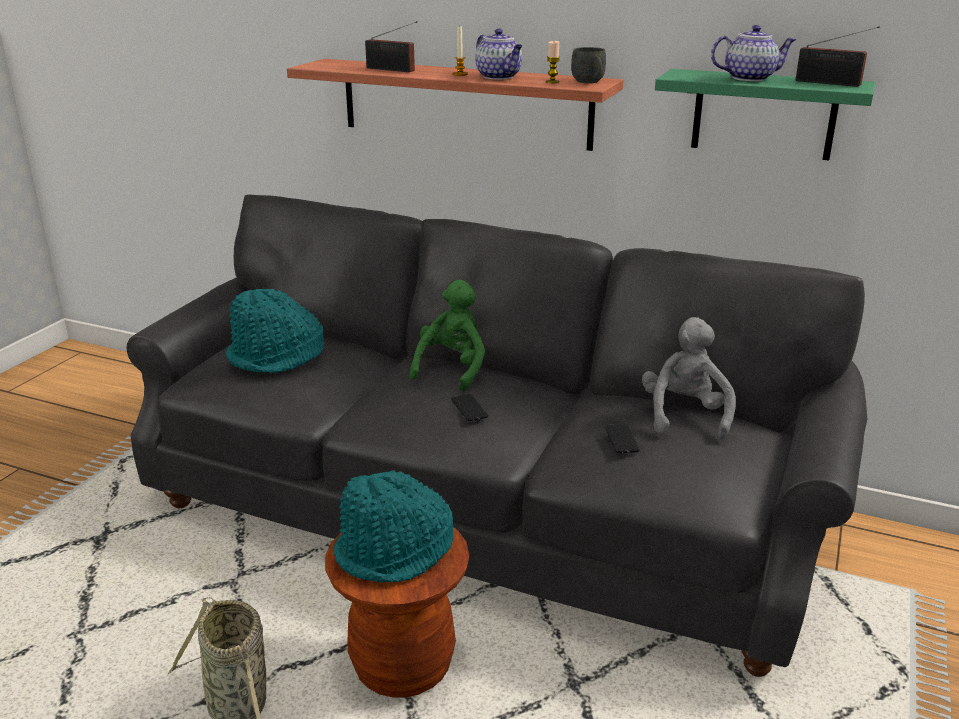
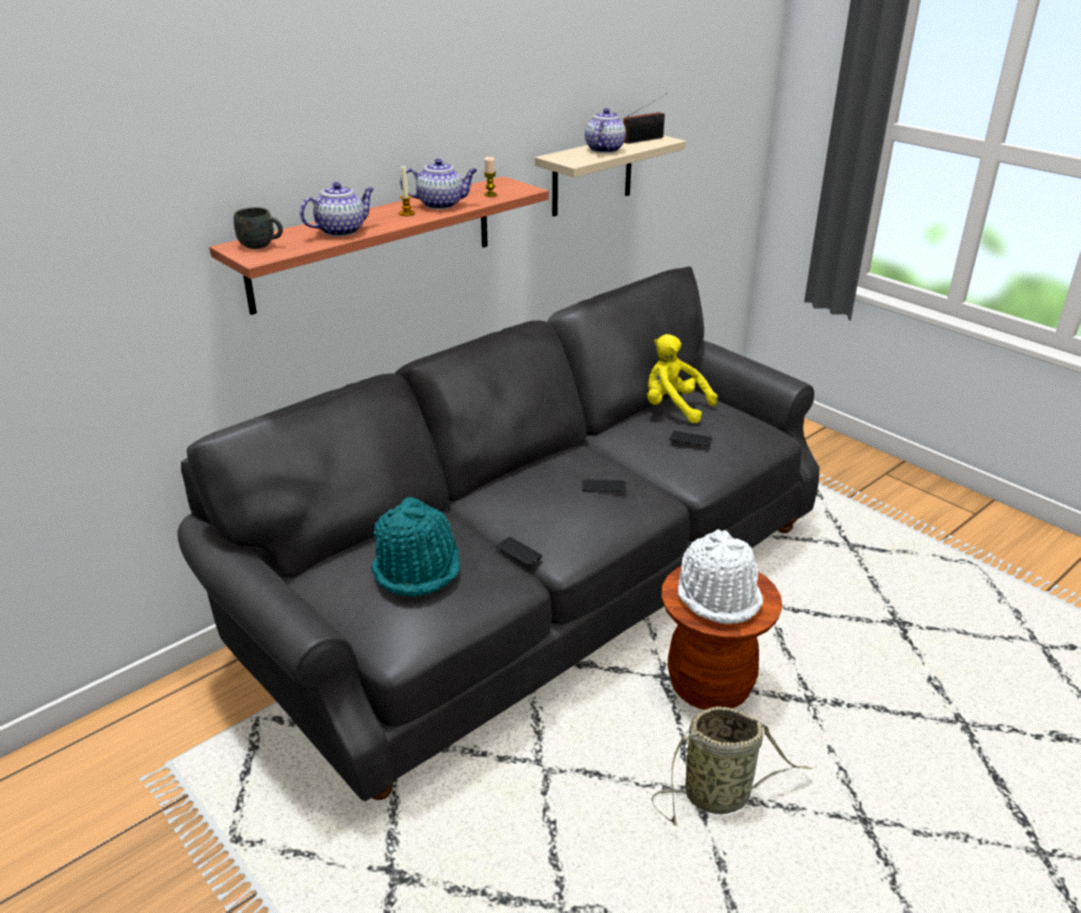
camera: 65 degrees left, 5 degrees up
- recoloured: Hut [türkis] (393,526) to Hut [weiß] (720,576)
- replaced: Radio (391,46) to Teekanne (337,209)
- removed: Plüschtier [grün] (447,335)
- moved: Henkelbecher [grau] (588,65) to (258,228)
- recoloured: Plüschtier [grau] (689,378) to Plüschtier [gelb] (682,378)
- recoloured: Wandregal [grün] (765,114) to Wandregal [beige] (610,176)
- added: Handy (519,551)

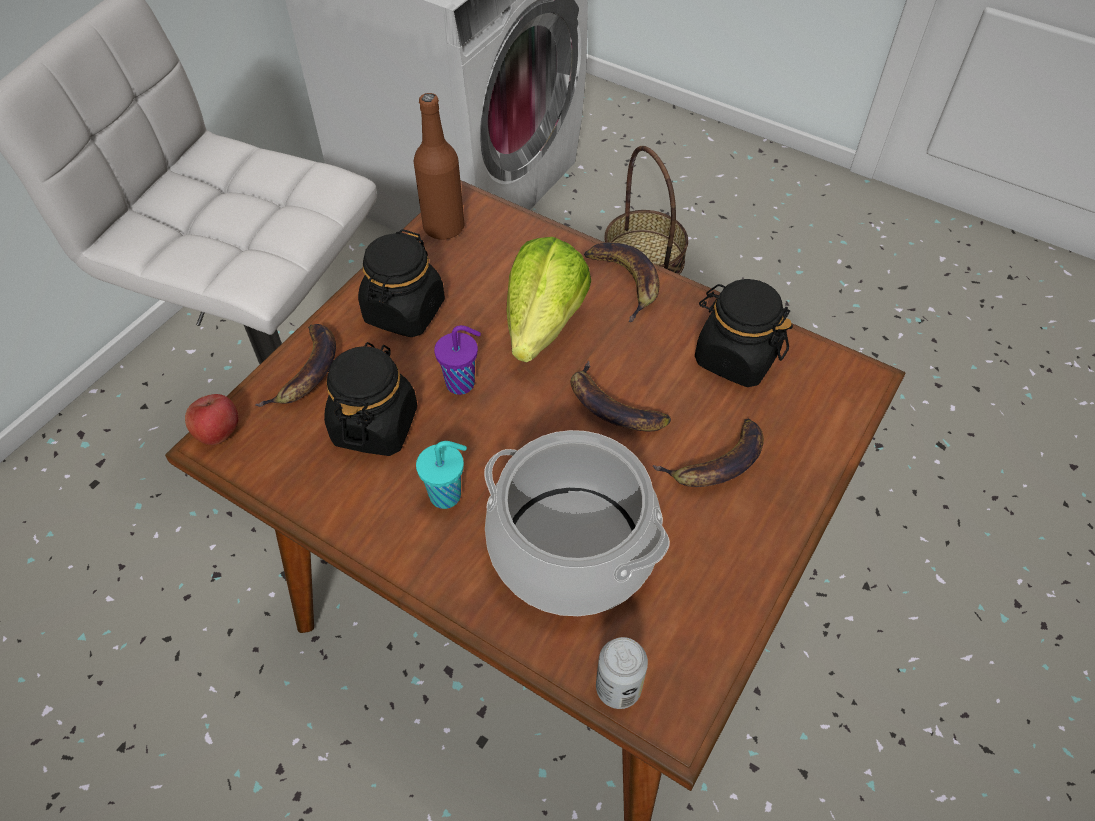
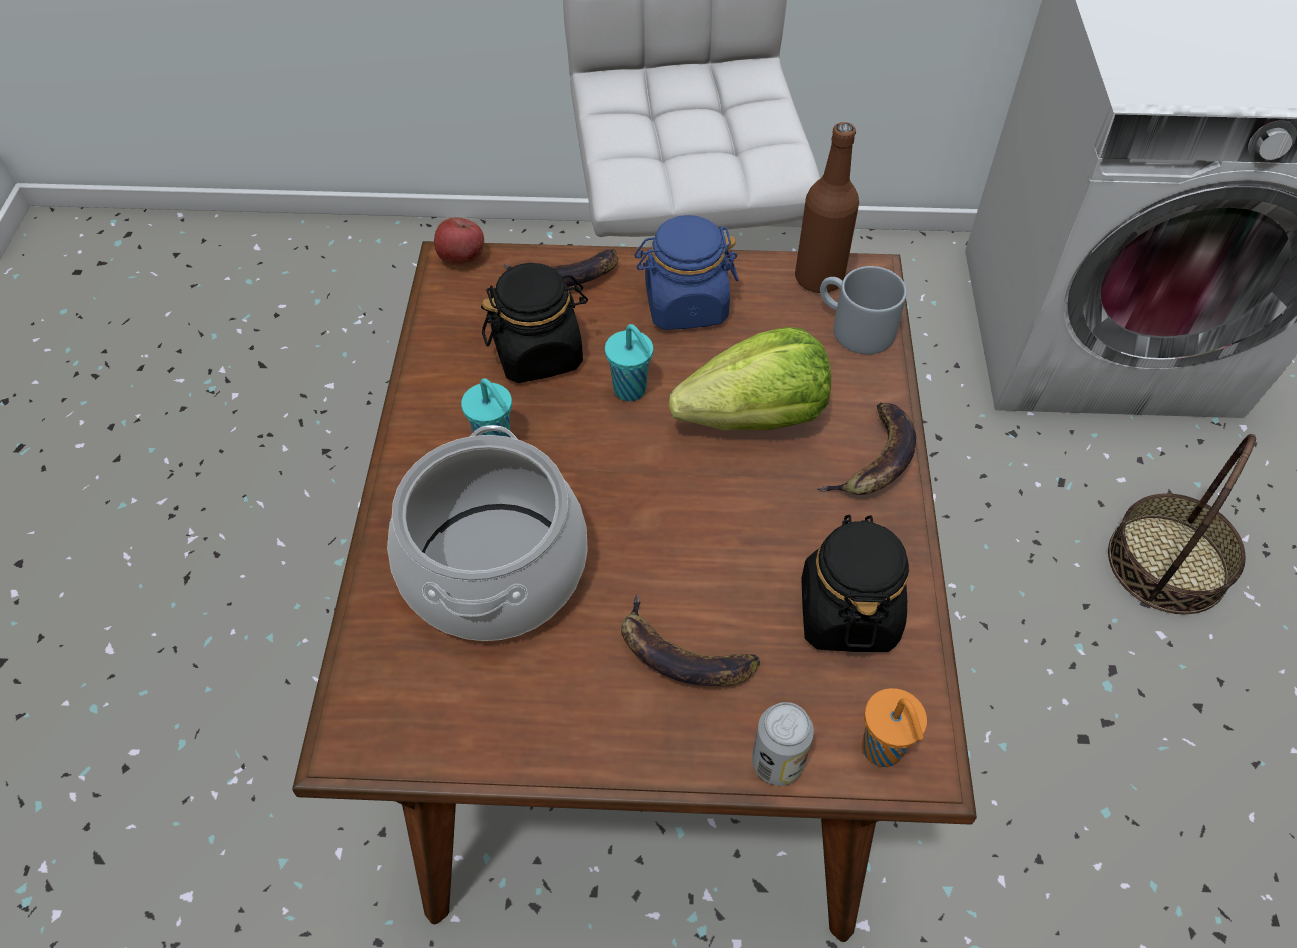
camera: 60 degrees right, 0 degrees up
- recoloured: Vorratsglas [schwarz] (401,283) to Vorratsglas [blau] (686,272)
- recoloured: Tasse [lila] (457,360) to Tasse [türkis] (629,362)
- removed: Banane (621,396)
- moved: Dose (622,673) to (783,744)
- added: Henkelbecher [grau] (863,310)
- added: Tasse [orange] (894,727)

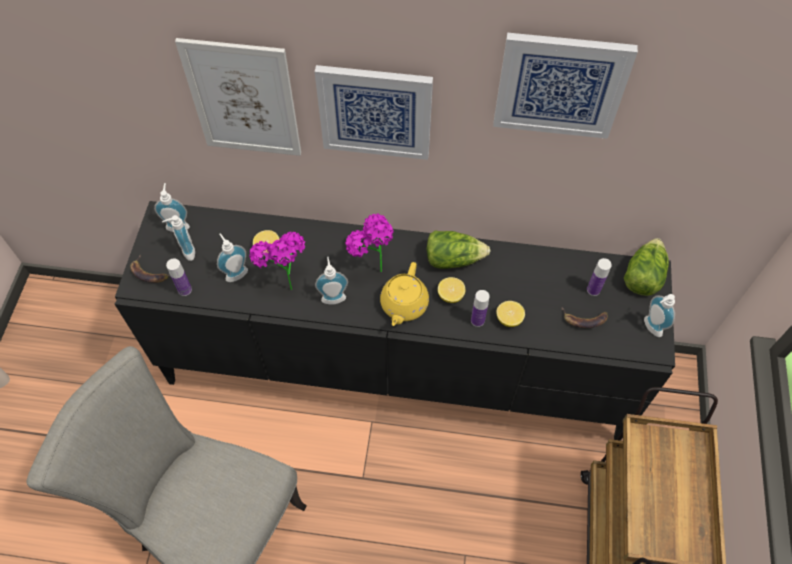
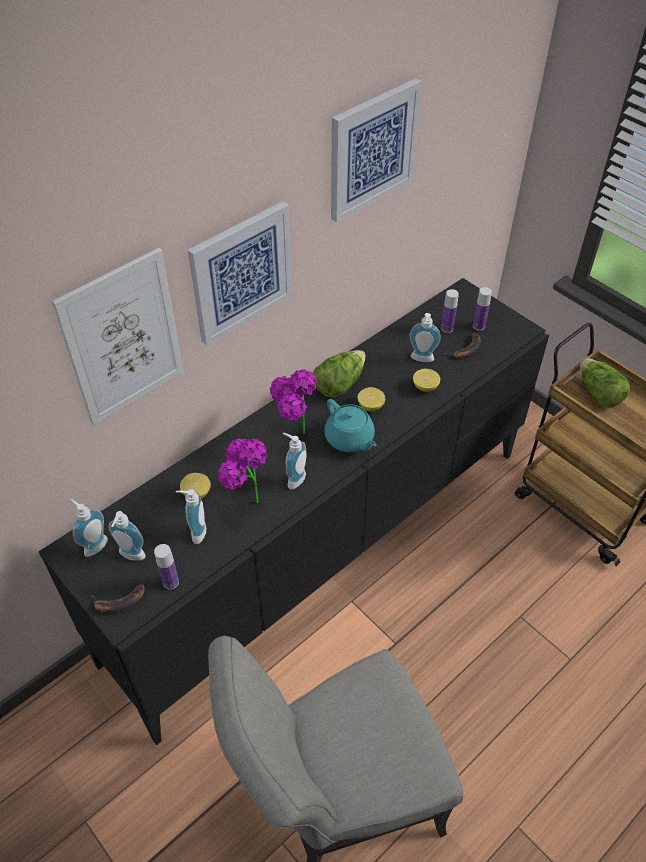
camera: 50 degrees left, 10 degrees down
- recoloured: Teekanne [gelb] (404,294) to Teekanne [türkis] (350,425)
- moved: Flasche (480,308) to (482,309)
- moved: Salatkopf (646,267) to (605,383)
- moved: Seifenspender (659,315) to (425,337)

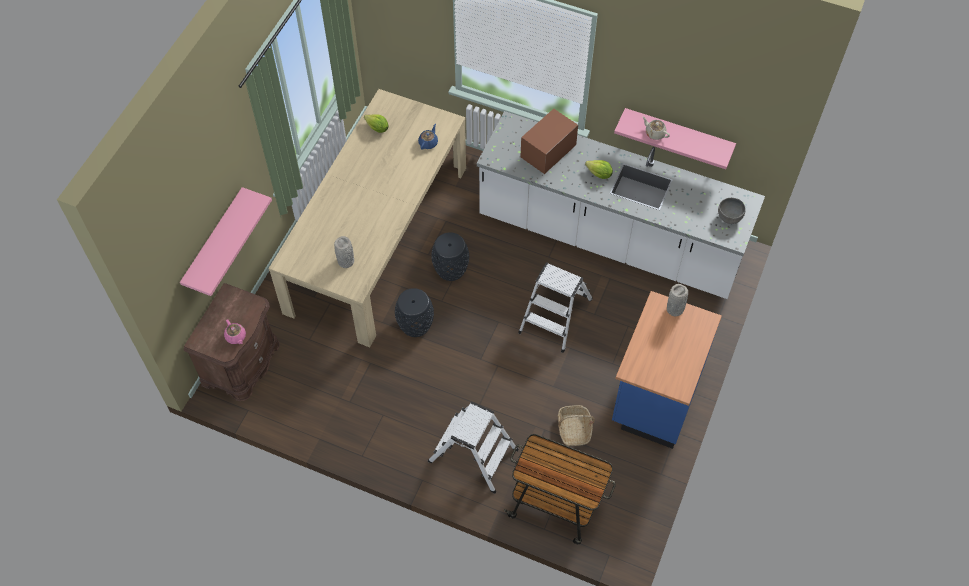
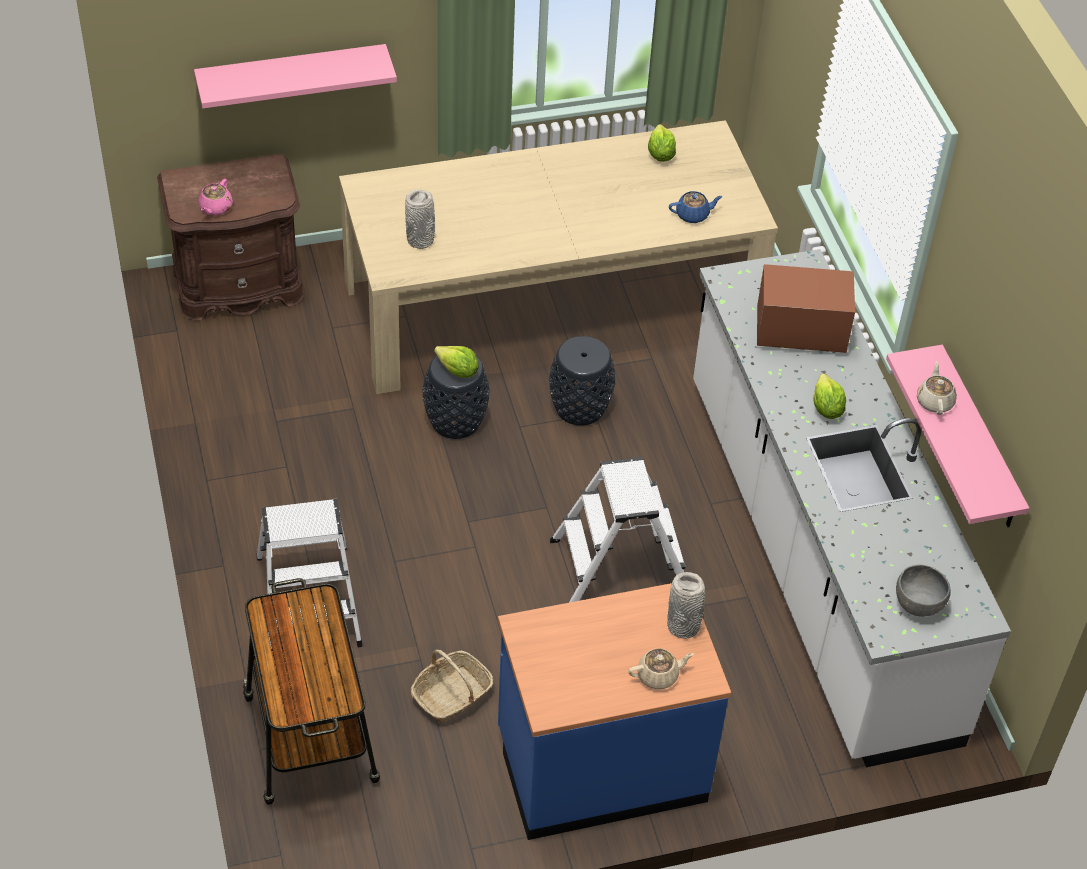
camera: 50 degrees right, 10 degrees down
- added: Salatkopf (456,362)
- added: Teekanne [beige] (661,668)

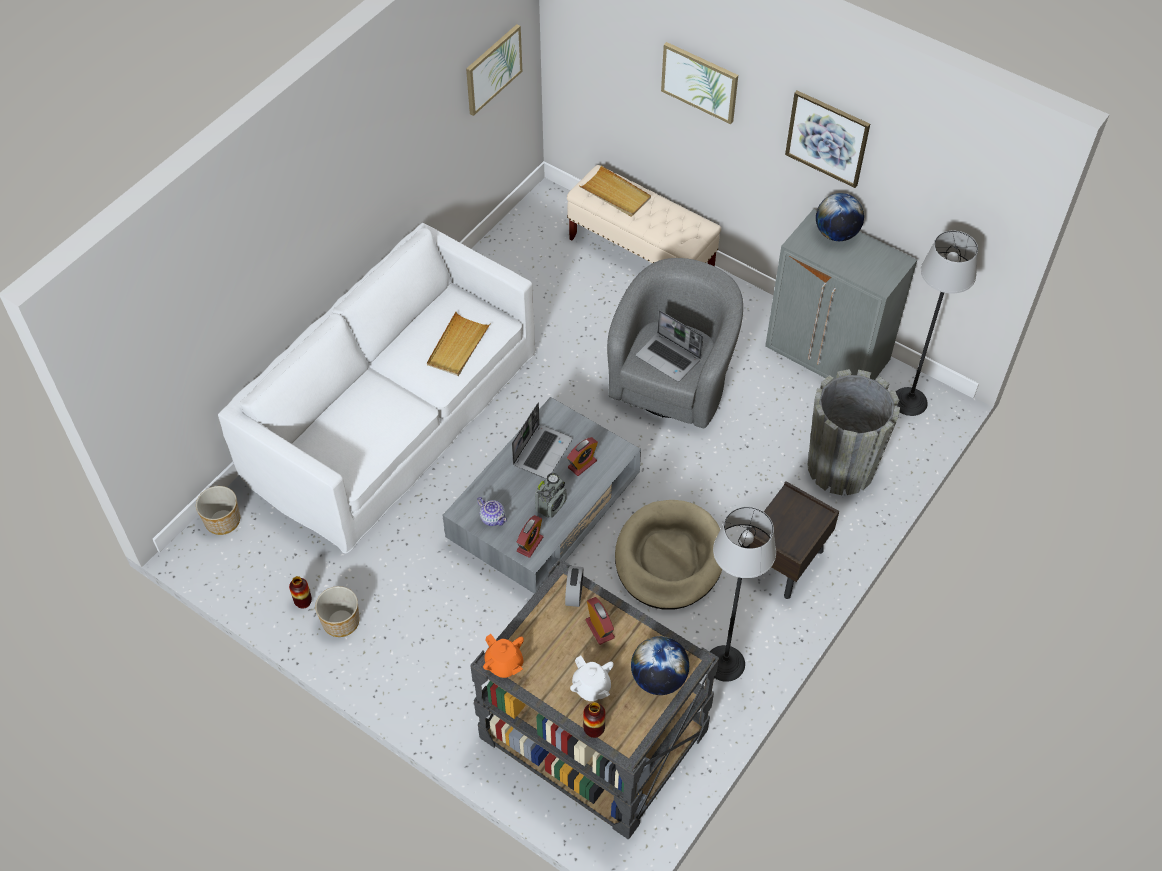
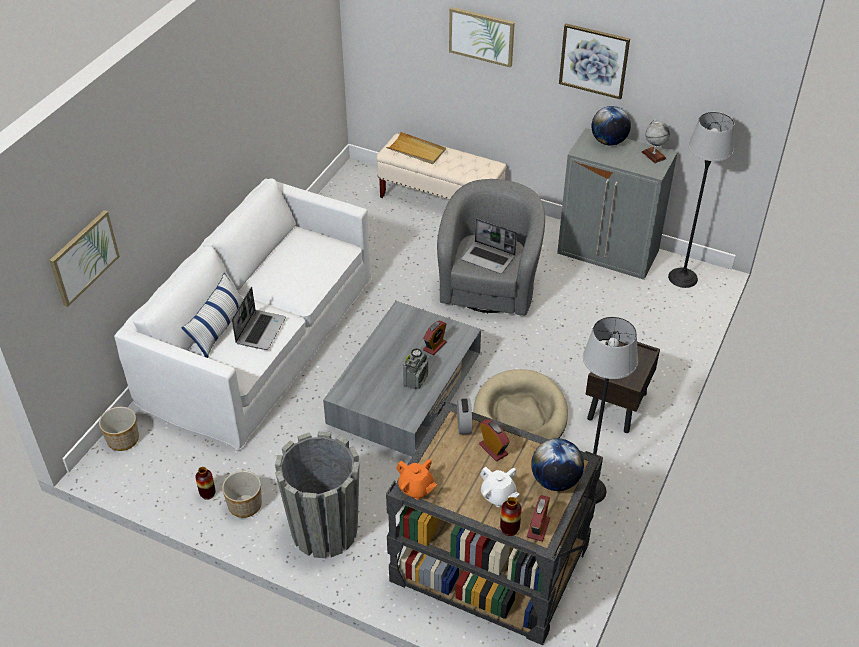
camera: 10 degrees left, 10 degrees down
- removed: Tablett [beige] (459,344)
- moved: Bild (494,70) to (84,258)
- removed: Teekanne (492,511)
- moved: Laptop (542,441) to (259,318)
- moved: Wecker (530,536) to (538,518)
- moved: Pflanzkübel [grau] (853,432) to (317,494)
- added: Kissen (213,315)
- added: Globus (656,141)

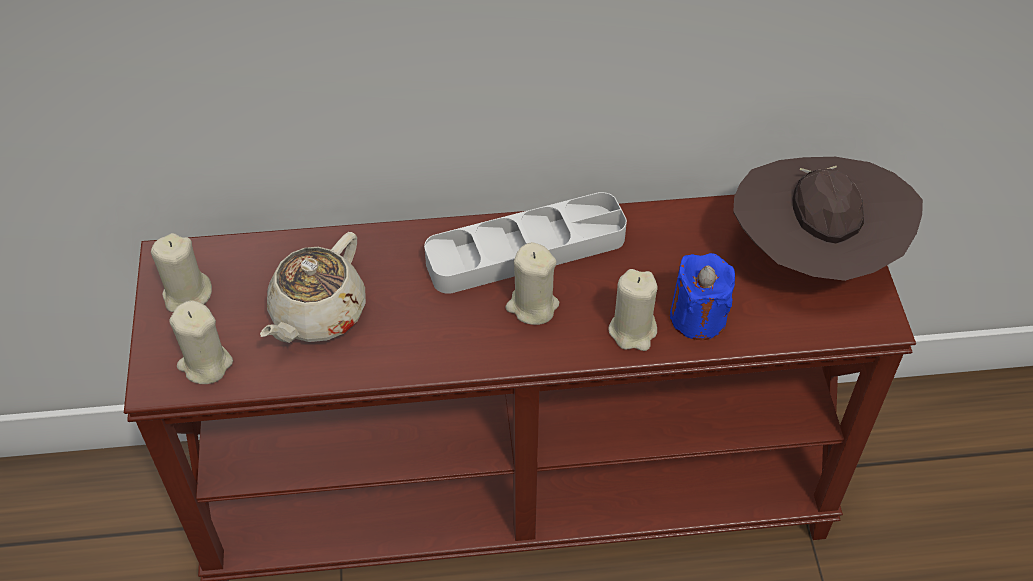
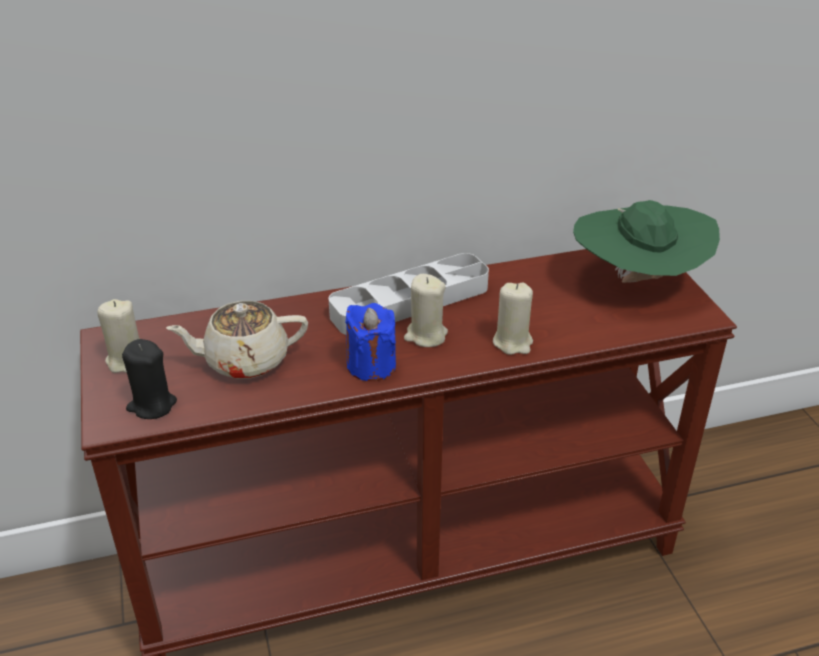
camera: 10 degrees left, 15 degrees down
- recoloured: Kerze [beige] (201,342) to Kerze [schwarz] (149,379)
- turned: Teekanne [beige] (313,287) = (237,340) 60 degrees clockwise
- moved: Kerze [blau] (702,296) to (370,342)
- recoloured: Hut [braun] (828,219) to Hut [grün] (646,241)

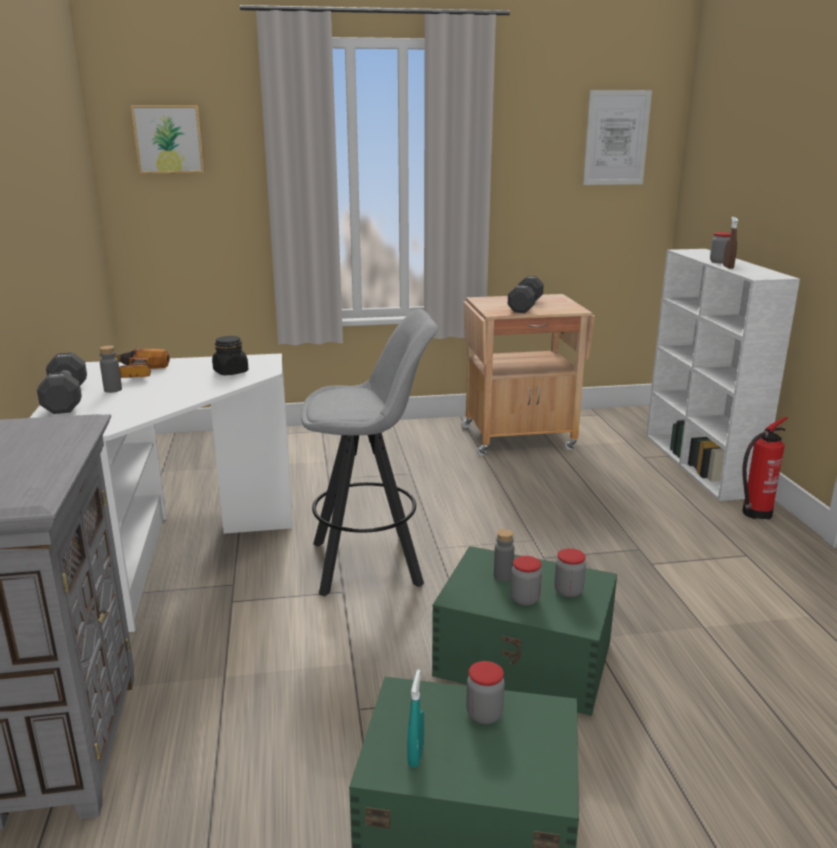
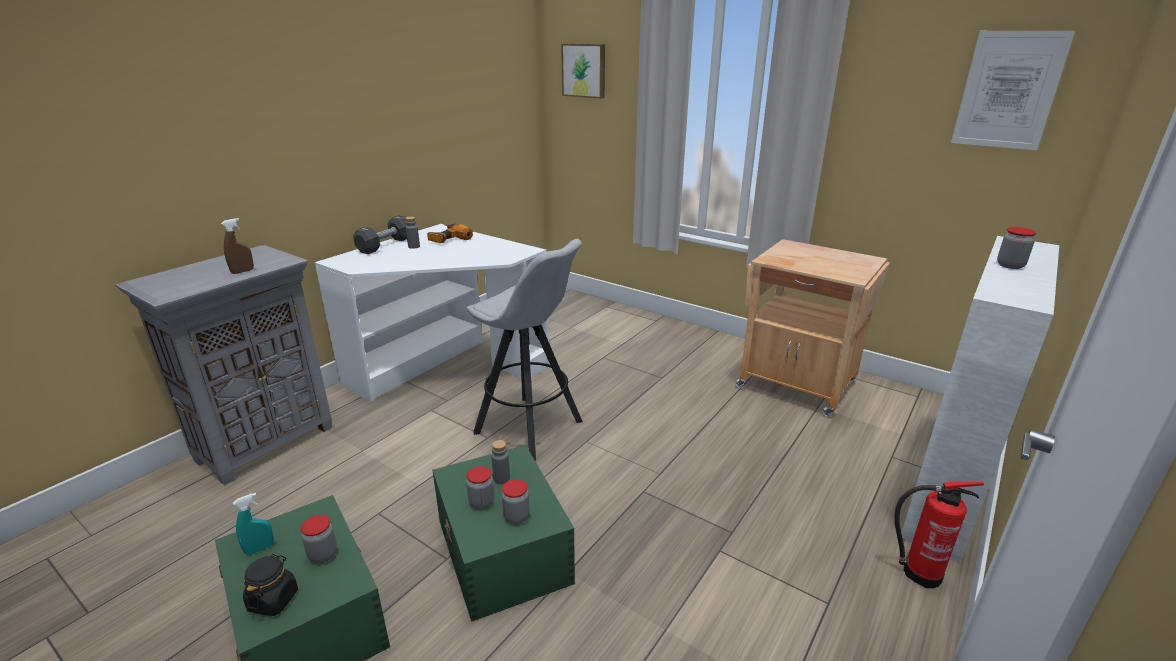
camera: 45 degrees right, 5 degrees up
- moved: Vorratsglas [schwarz] (230,355) to (270,585)
- removed: Hantel [schwarz] (526,294)
- moved: Sprühflasche [braun] (730,243) to (237,246)

